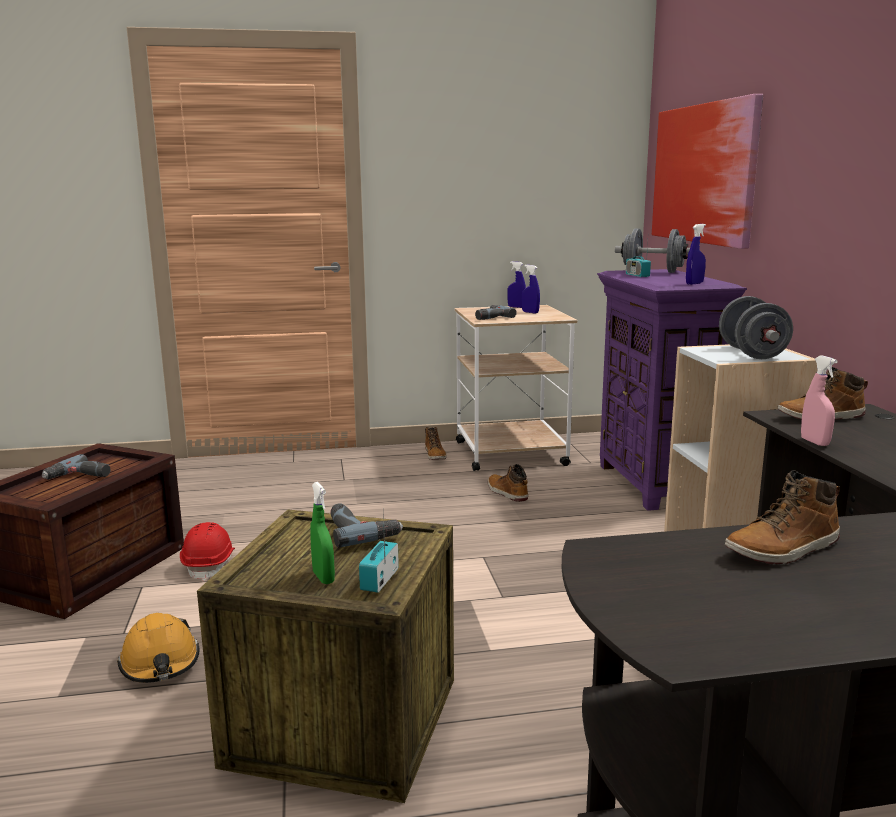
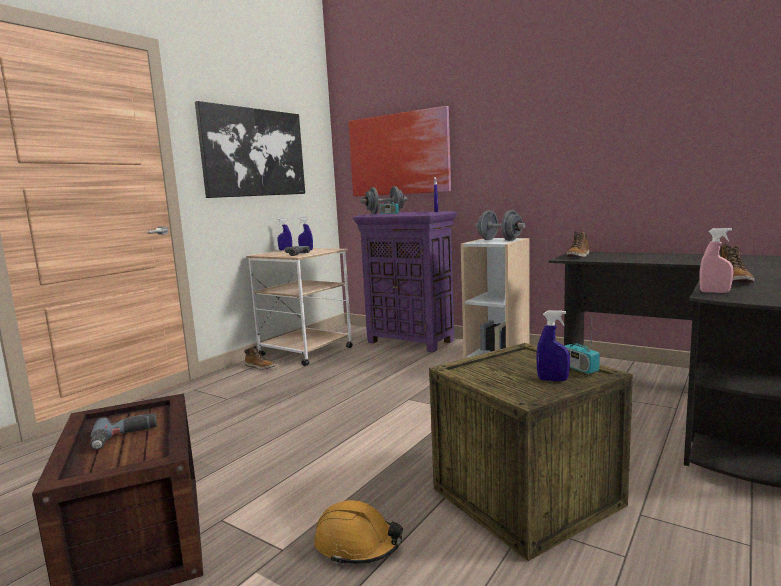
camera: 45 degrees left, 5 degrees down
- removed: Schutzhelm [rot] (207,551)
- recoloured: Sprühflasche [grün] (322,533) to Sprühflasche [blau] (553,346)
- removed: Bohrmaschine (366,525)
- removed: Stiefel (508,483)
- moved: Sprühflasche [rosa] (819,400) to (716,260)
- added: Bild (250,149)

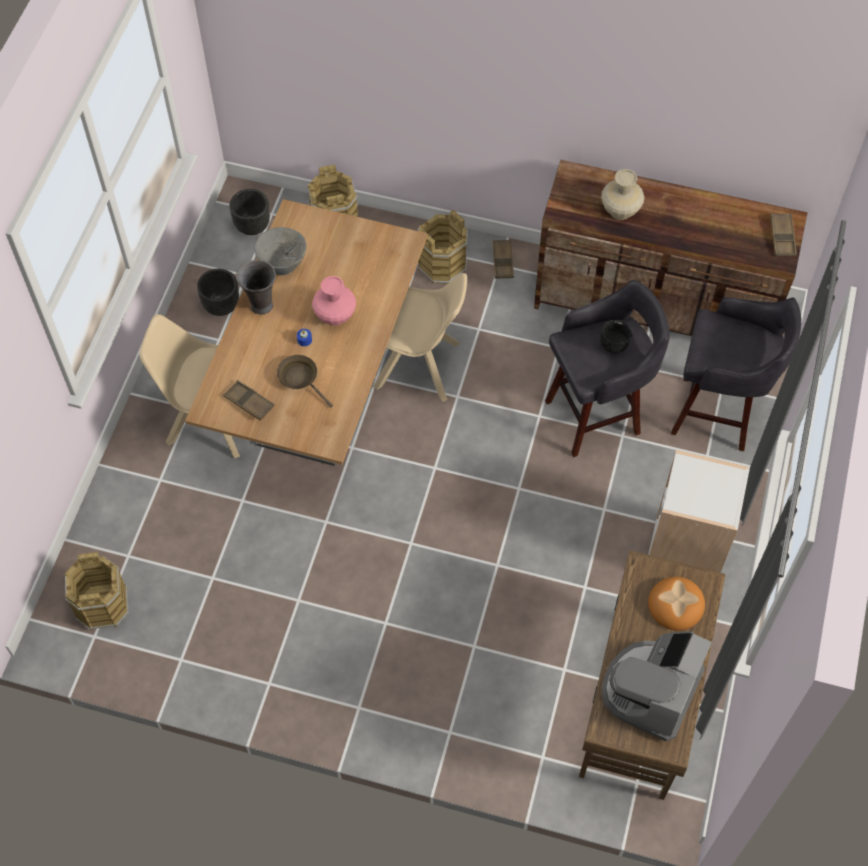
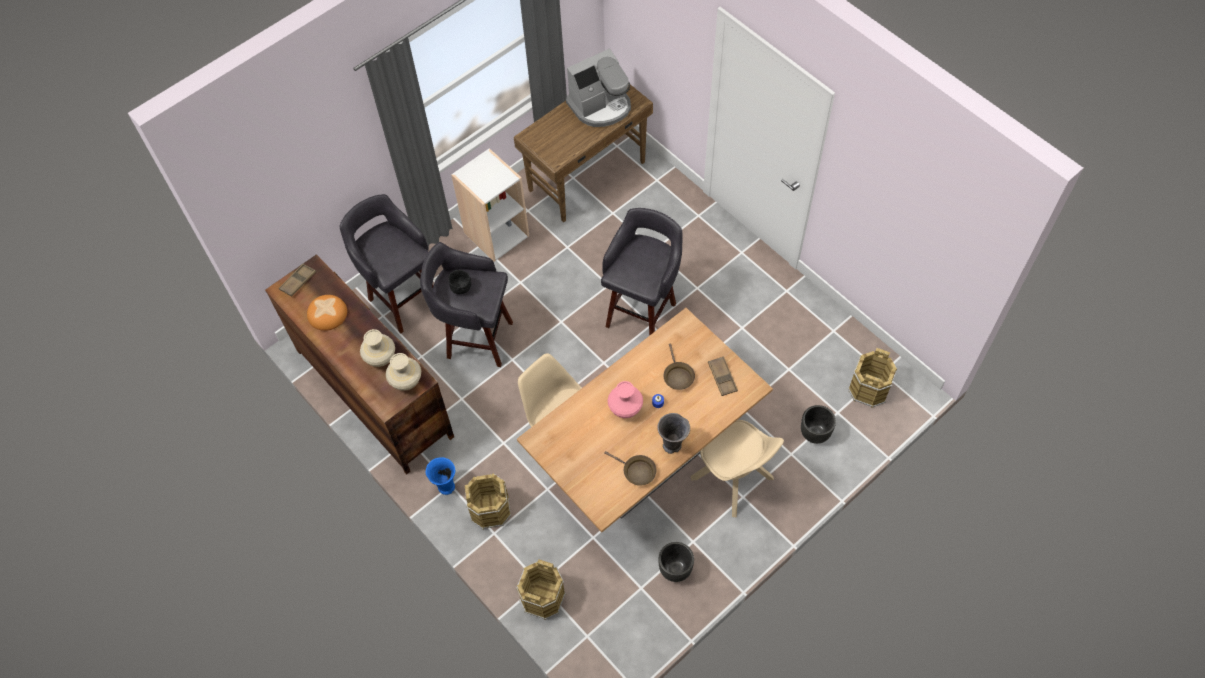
camera: 145 degrees left, 0 degrees up
- moved: Pflanzkübel [schwarz] (250,212) to (818,424)
- replaced: Schüssel [grau] (280,251) to Pfanne [braun] (630,468)
- replaced: Tablett [braun] (503,259) to Vase [blau] (440,476)
- moved: Brot (676,603) to (327,313)
- added: Vase [beige] (403,372)
- added: Hocker [grau] (641,272)

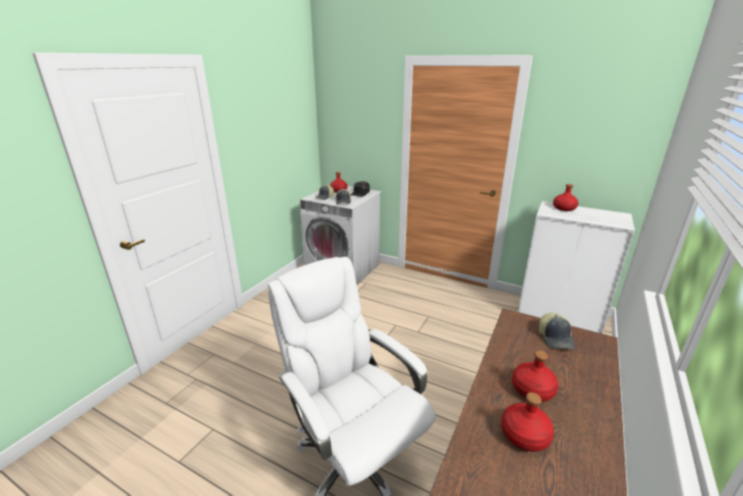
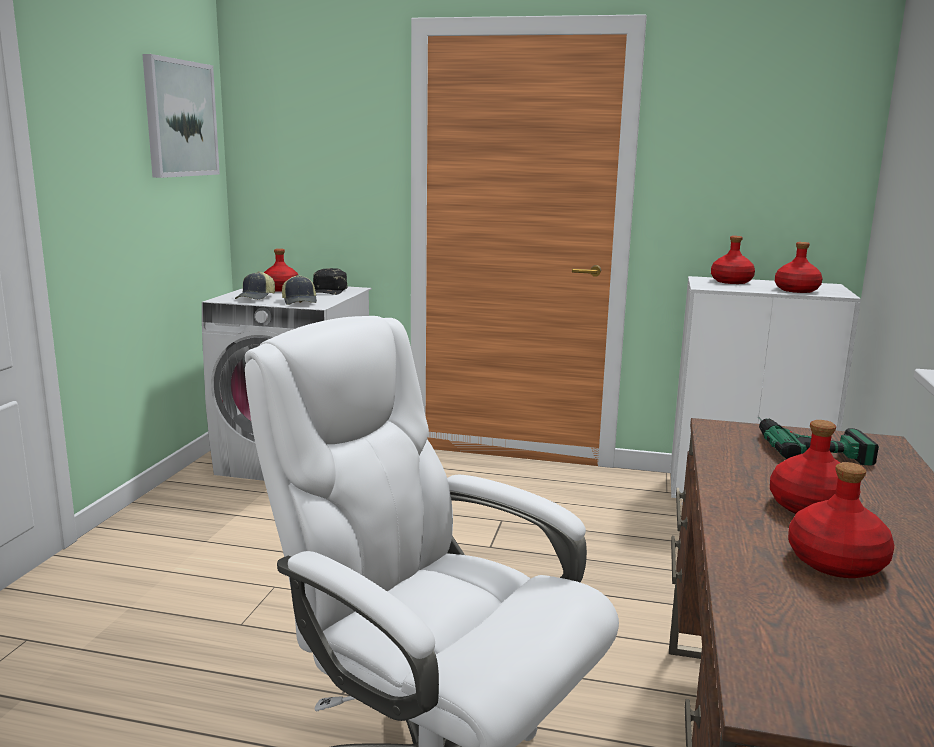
camera: 15 degrees left, 10 degrees down
- replaced: Kappe (557,330) to Bohrmaschine (818,441)
- added: Bild (181,116)
- added: Flasche [rot] (799,267)

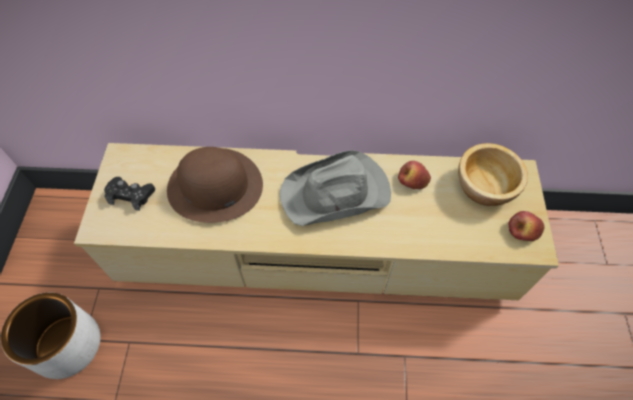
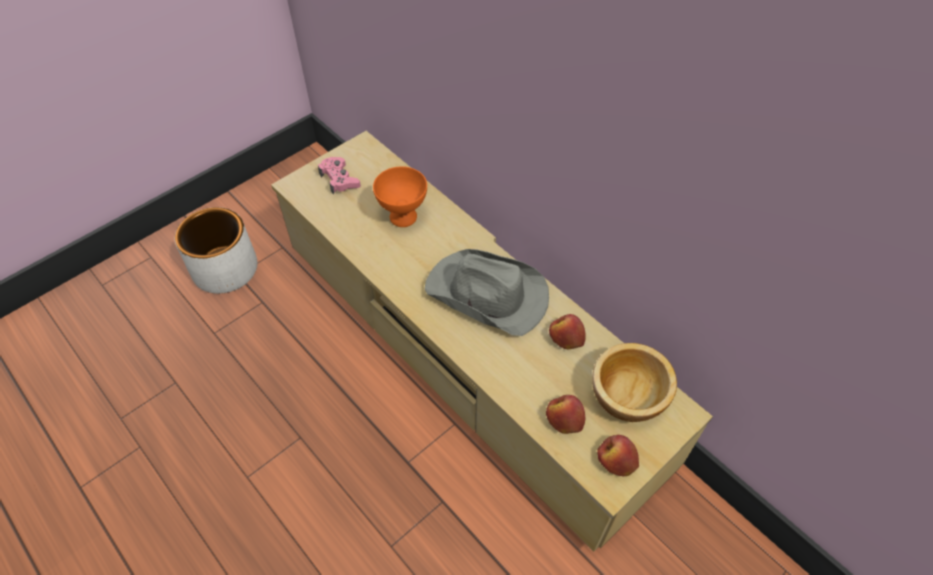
camera: 45 degrees right, 5 degrees down
- recoloured: Gamepad [schwarz] (129,194) to Gamepad [rosa] (339,175)
- replaced: Hut [braun] (215,185) to Schüssel [orange] (400,196)
- added: Apfel (565,414)

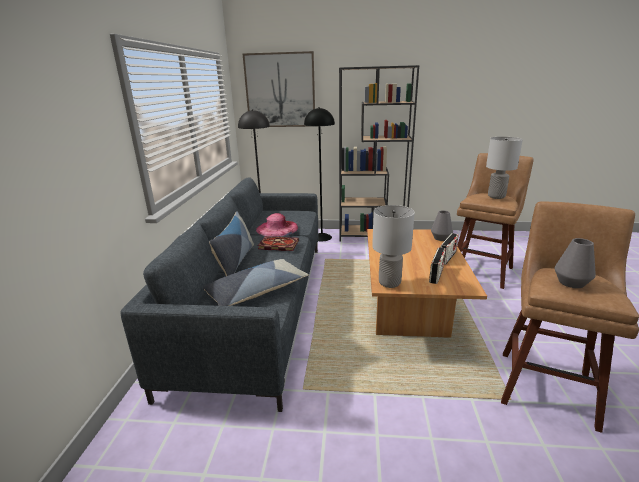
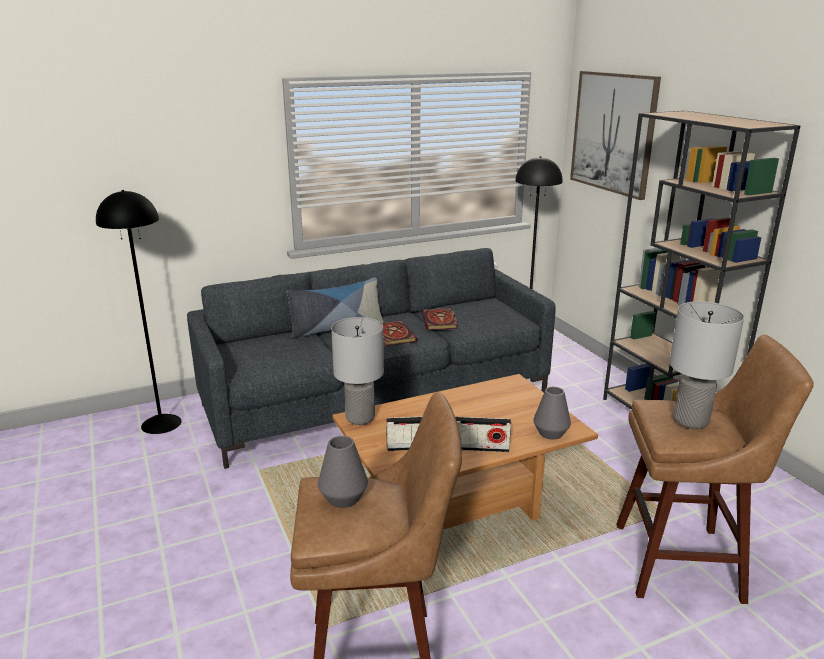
camera: 60 degrees right, 0 degrees up
- removed: Kissen (256,282)
- replaced: Hut [rosa] (277,225) to Buch (439,319)
- moved: Stehlampe [schwarz] (319,174) to (138,312)

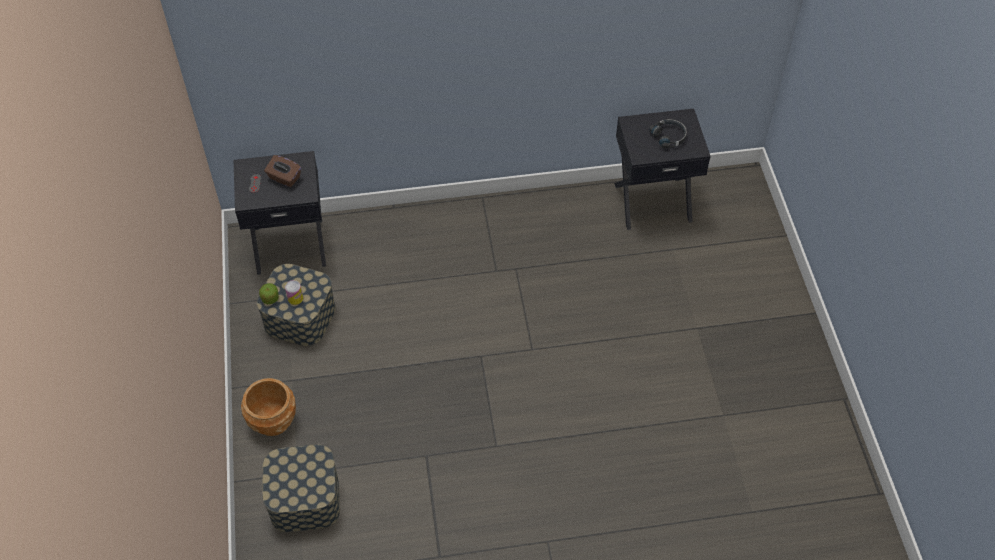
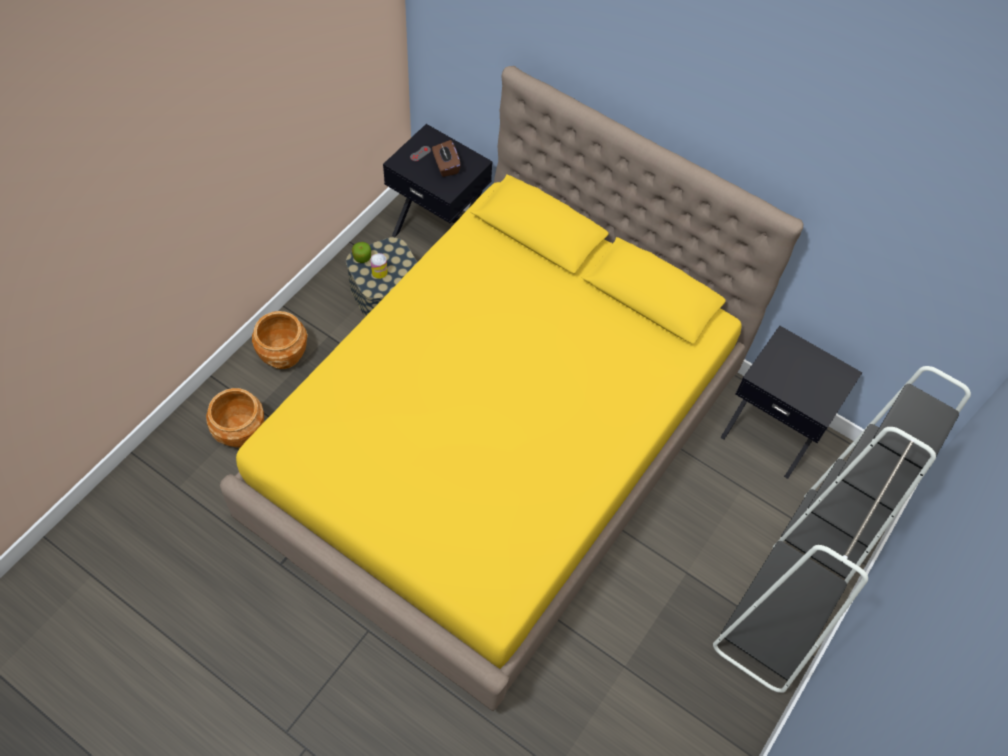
camera: 40 degrees right, 5 degrees up
- replaced: Aufbewahrungsbox (301,488) to Pflanzkübel [braun] (235,418)
- removed: Kopfhörer [schwarz] (668,133)
- added: Bett [gelb] (512,388)
- added: Kleiderständer [schwarz] (842,529)

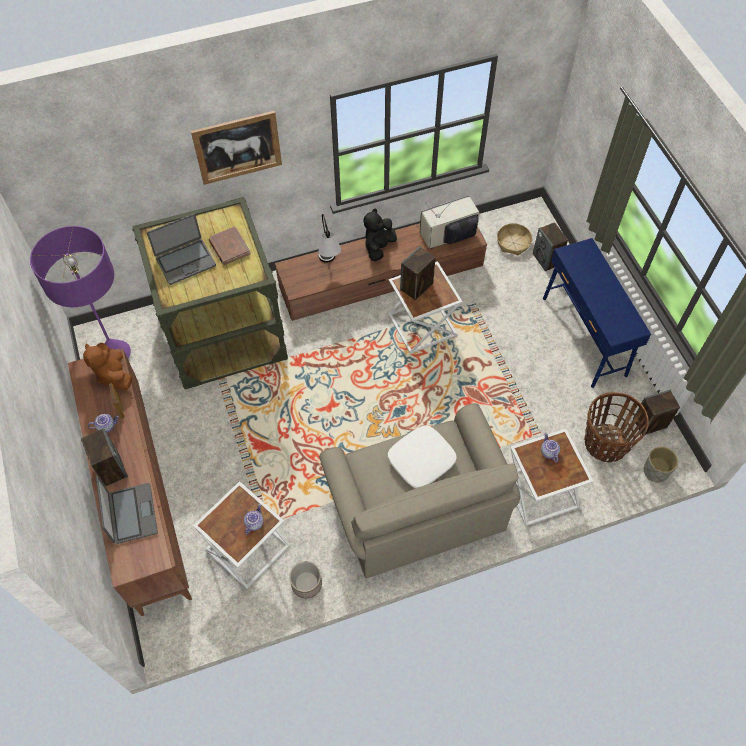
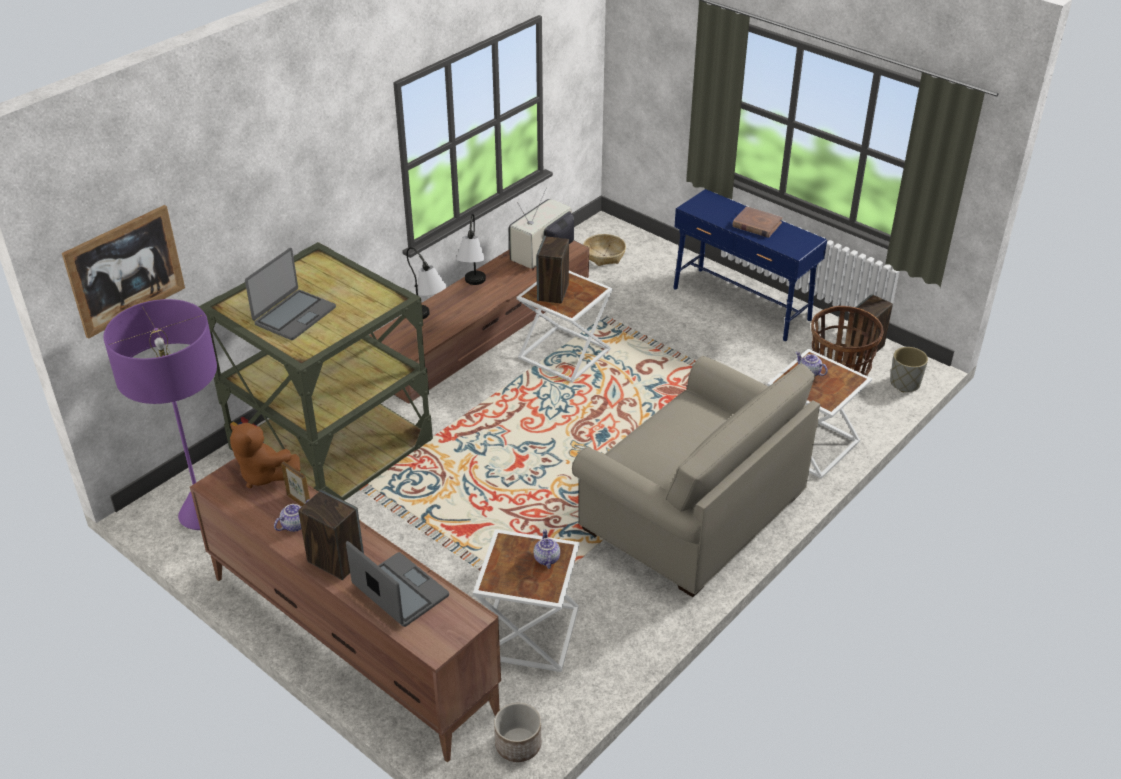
camera: 30 degrees left, 20 degrees down
- moved: Bild (236,148) to (123,272)
- moved: Buch [braun] (230,245) to (757,222)
- moved: Pflanzkübel (305,579) to (517,732)
- replaced: Plüschtier [schwarz] (380,234) to Tischlampe (471,249)
- removed: Kissen [weiß] (422,456)
- removed: Lautsprecher (550,246)

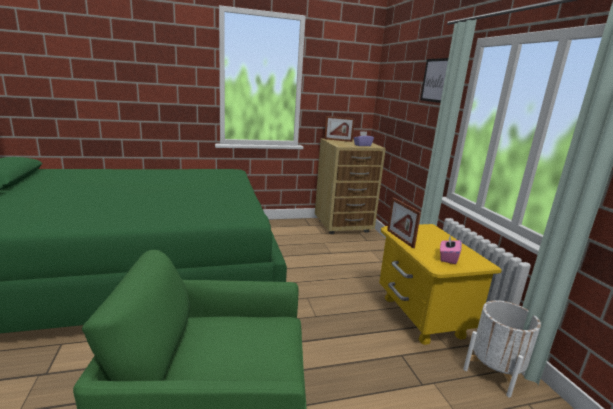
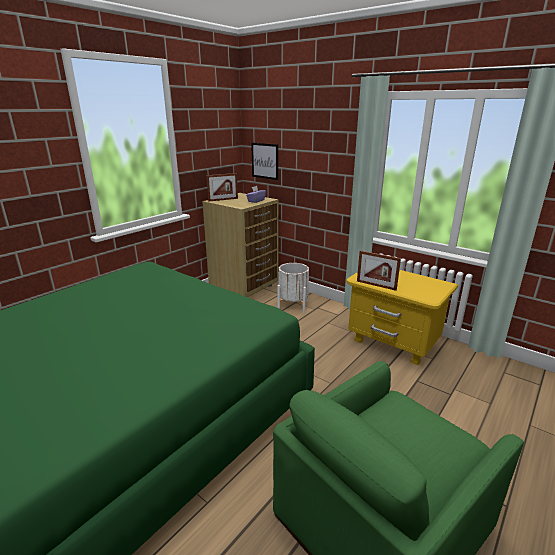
camera: 35 degrees left, 5 degrees up
- moved: Bild (434,80) to (264,161)
- removed: Taschentuchbox [rosa] (451,250)
- moved: Pflanzkübel [weiß] (502,349) to (293,288)

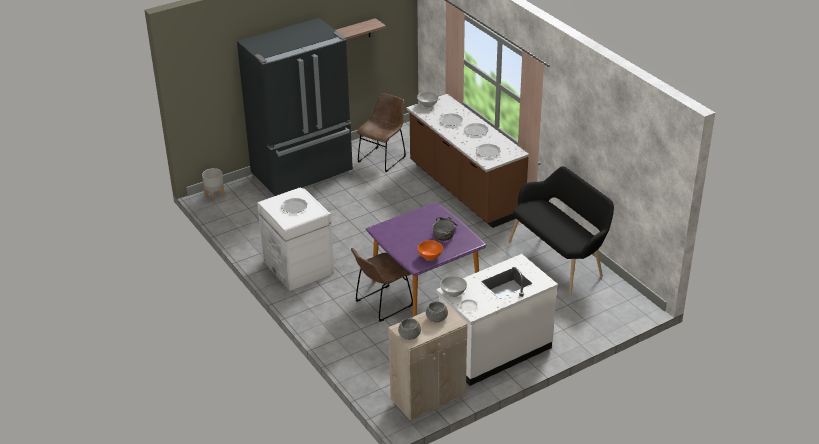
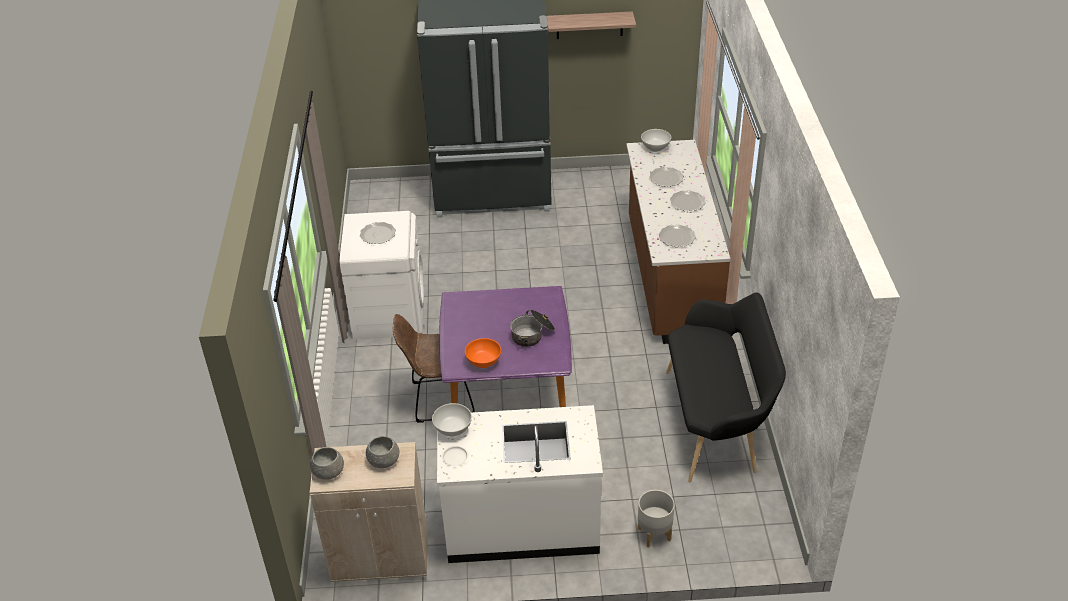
camera: 30 degrees right, 5 degrees up
- moved: Pflanzkübel [grau] (213,185) to (656,519)
- removed: Stuhl [braun] (381,132)

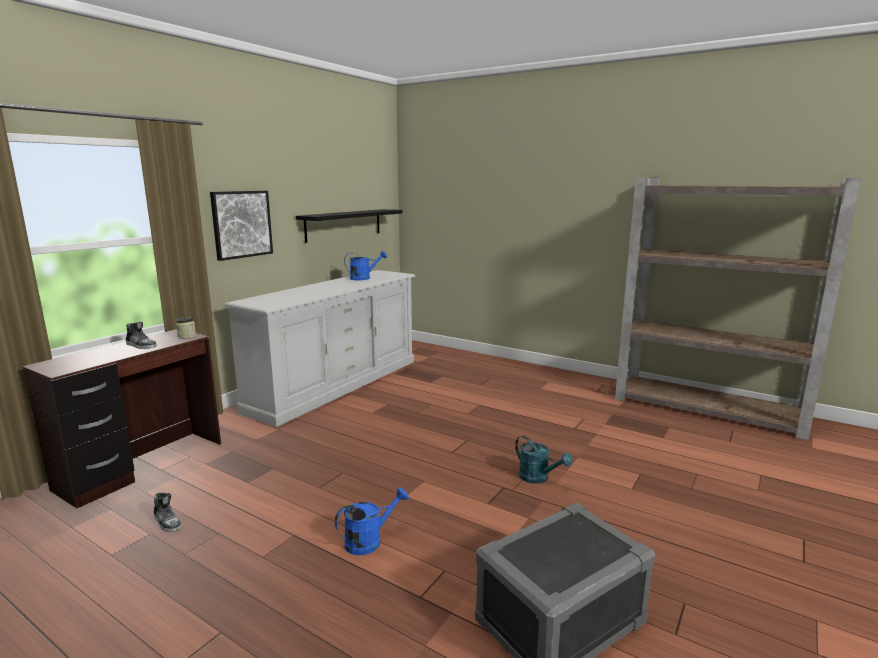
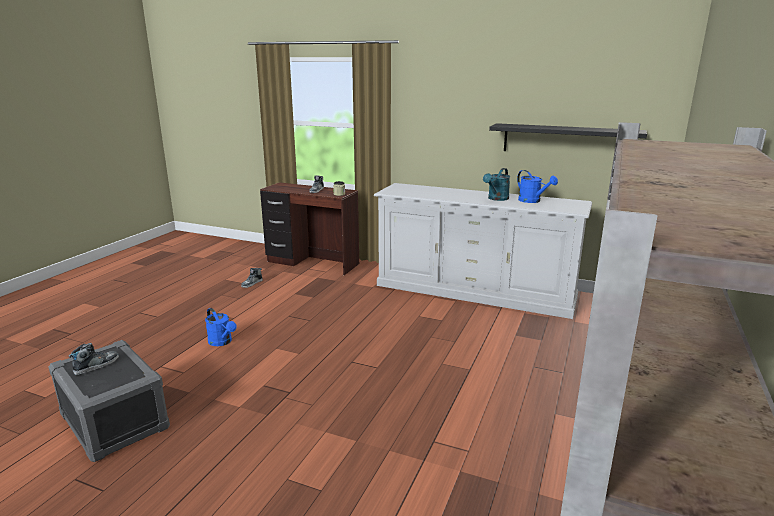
camera: 80 degrees right, 5 degrees up
- removed: Bild (241,226)
- moved: Gießkanne [türkis] (543,460) to (496,184)
- added: Schuh (94,359)

